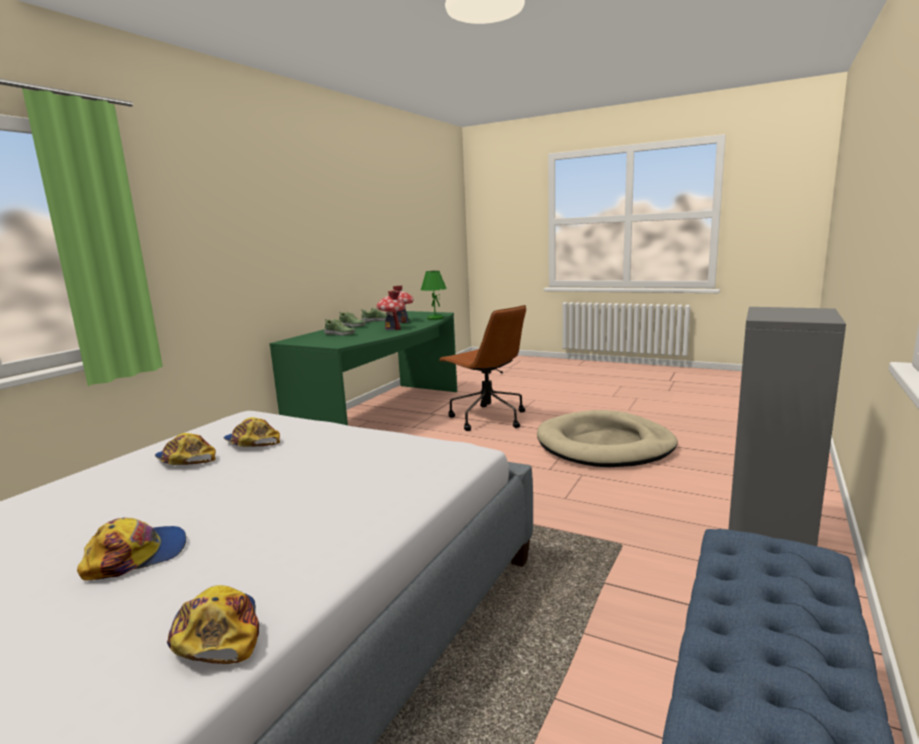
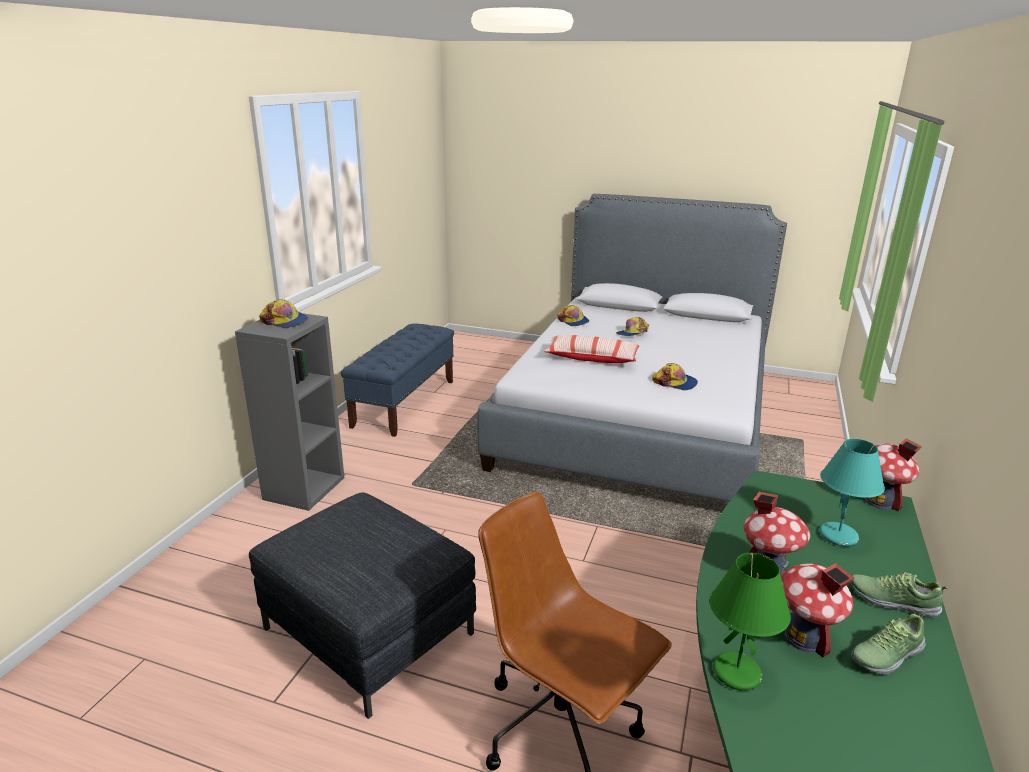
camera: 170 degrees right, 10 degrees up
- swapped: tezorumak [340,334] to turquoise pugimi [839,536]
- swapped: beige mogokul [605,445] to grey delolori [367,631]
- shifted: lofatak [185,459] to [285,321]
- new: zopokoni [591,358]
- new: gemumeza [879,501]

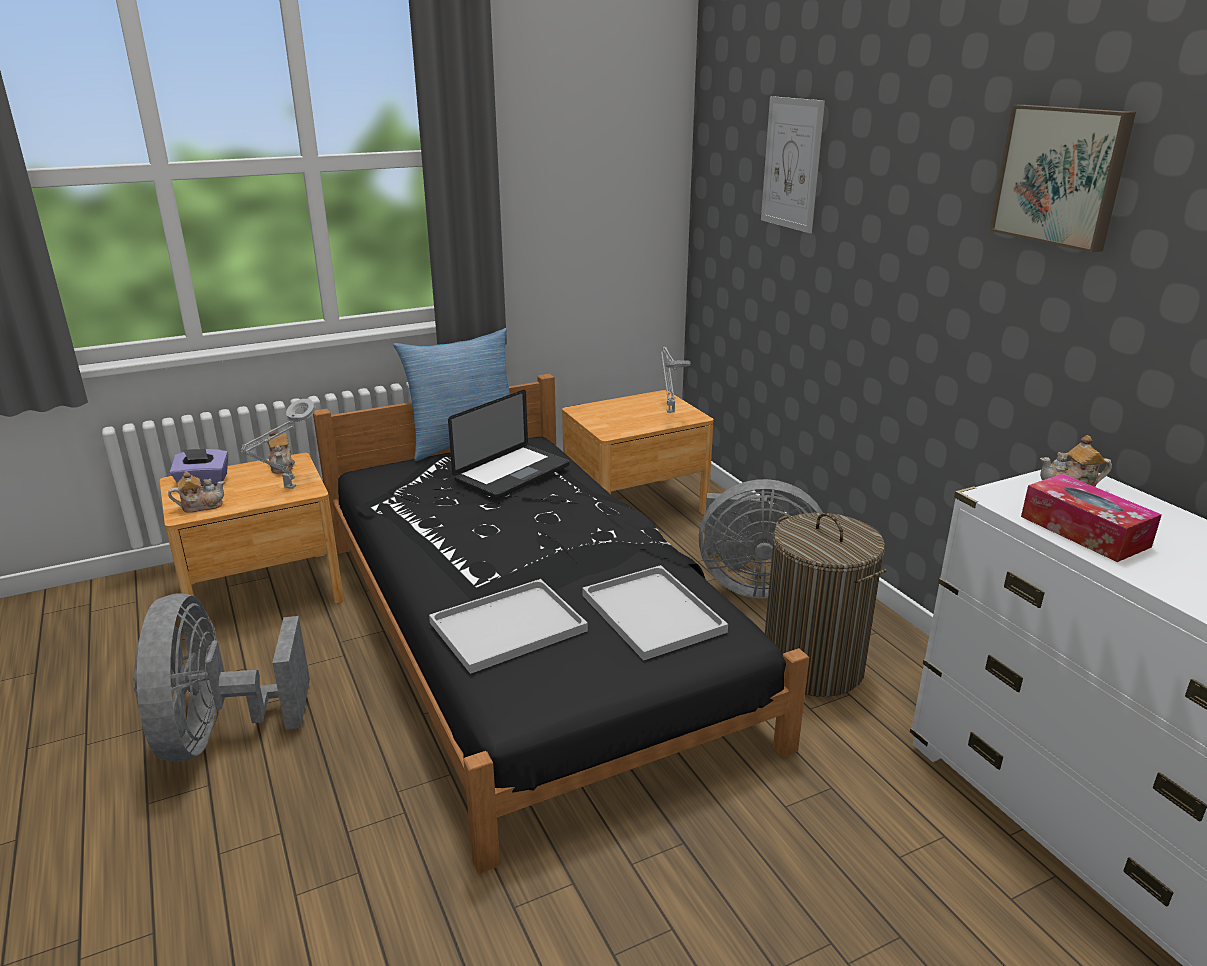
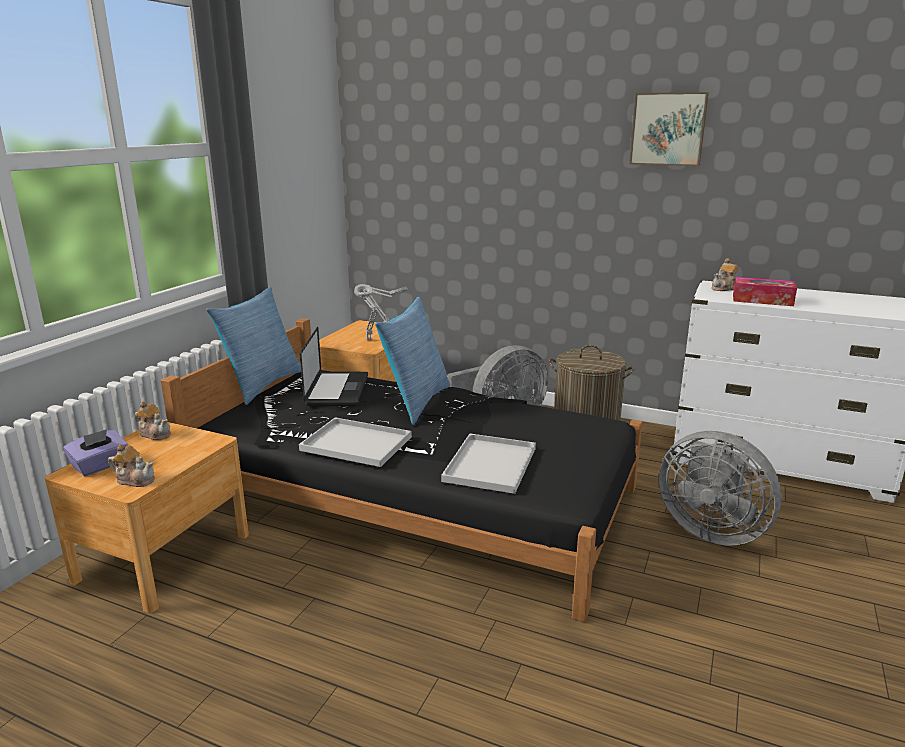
camera: 40 degrees left, 5 degrees down
- gone: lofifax [791,164]
- shifted: grey pugimi [288,489] to [370,340]
- rotated: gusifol [201,506] = [135,480] 75 degrees clockwise
- shifted: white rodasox [655,614] to [358,443]
- shifted: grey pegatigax [219,733] to [710,530]
- new: zopokoni [415,402]

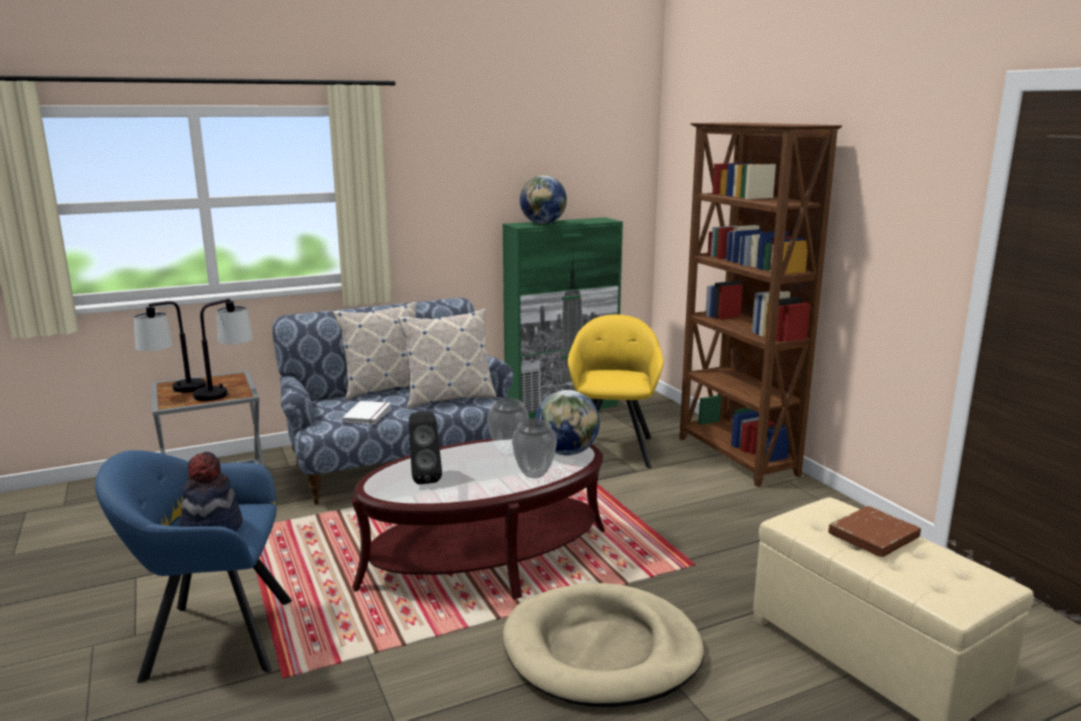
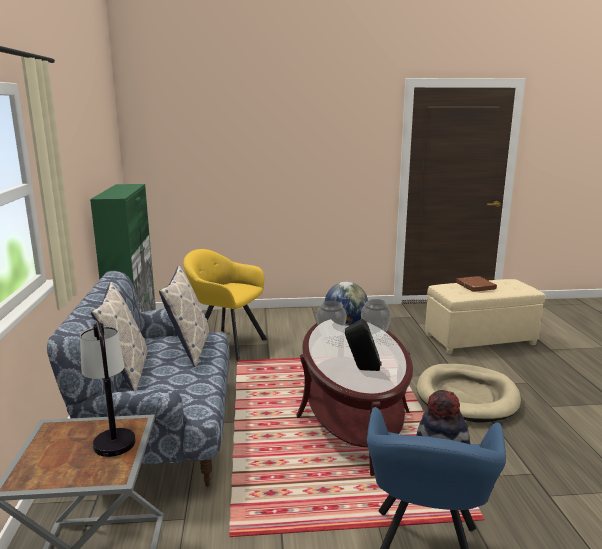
camera: 70 degrees left, 0 degrees up
- gone: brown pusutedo [736,457]
- gone: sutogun [543,223]
- gone: pugimi [176,392]
- gone: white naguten [369,414]

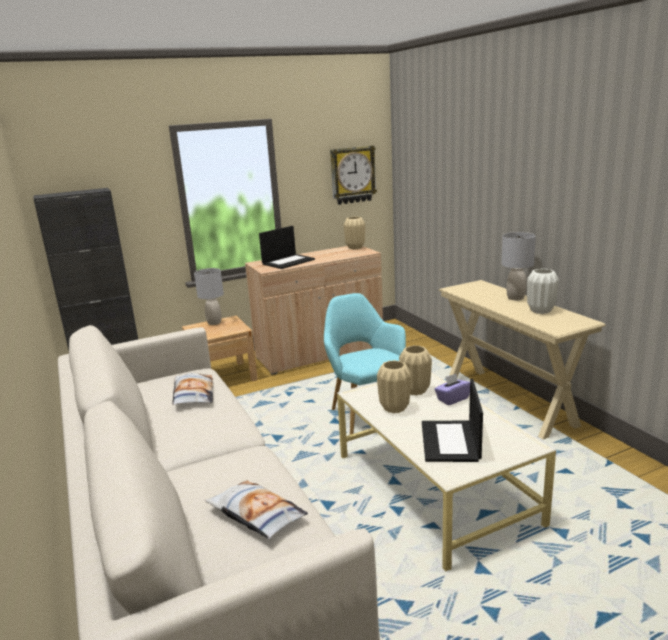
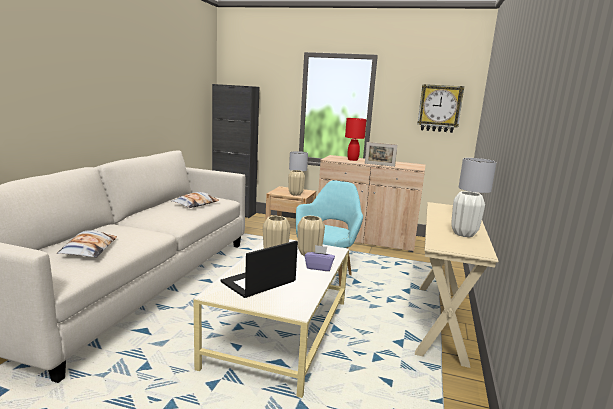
camera: 40 degrees right, 5 degrees down
- shifted: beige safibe [355,247] to [295,194]
- swapped: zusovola [288,261] to red pugimi [353,159]
- new: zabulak [379,165]

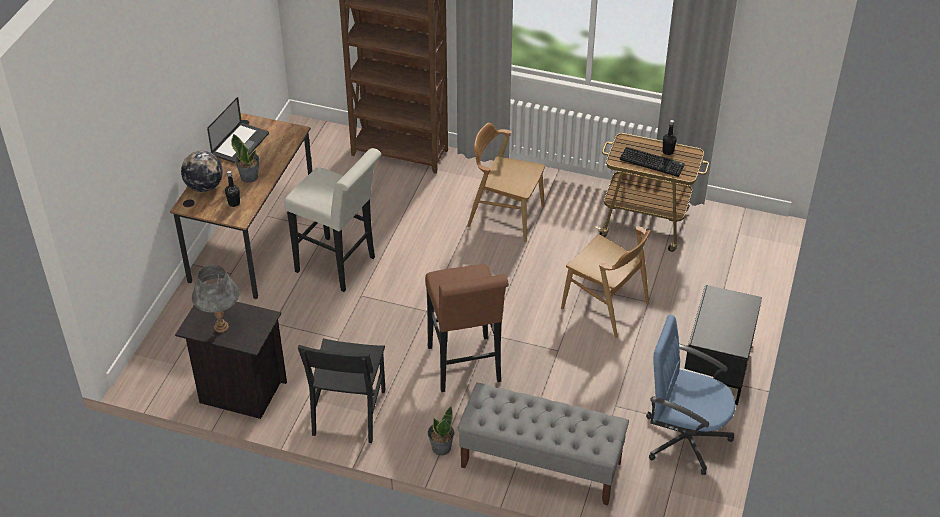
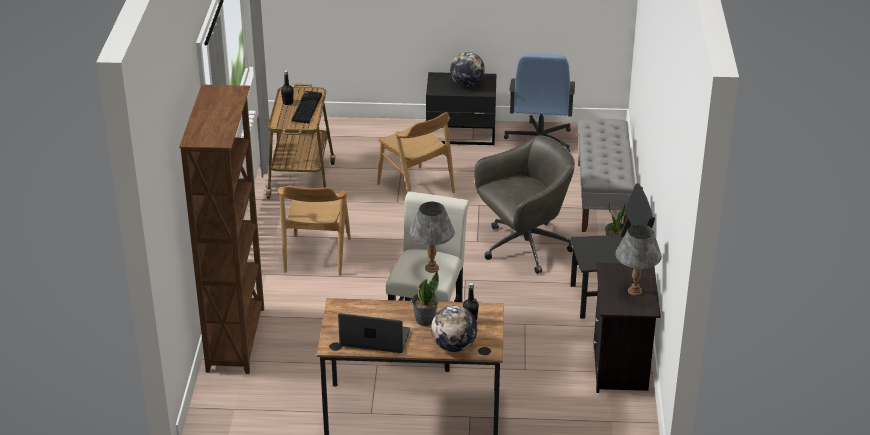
camera: 105 degrees left, 10 degrees down
- rotated: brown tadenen [605,306] = [416,188] 120 degrees clockwise
- swapped: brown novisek [465,368] to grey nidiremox [523,247]
- new: sutogun [467,84]
- new: grey pugimi [431,268]

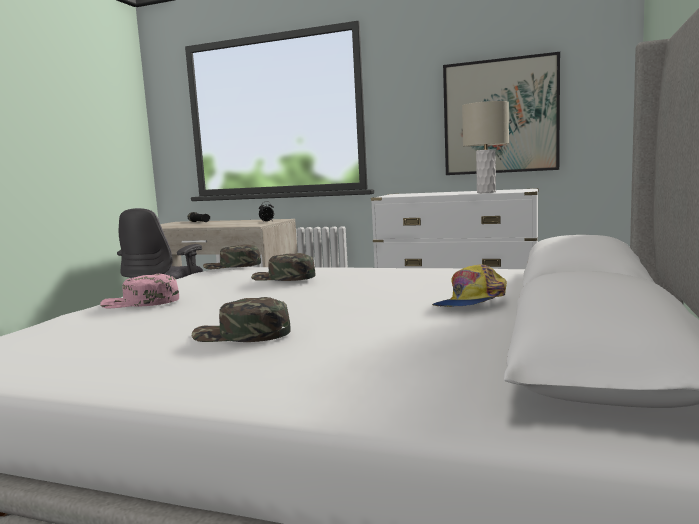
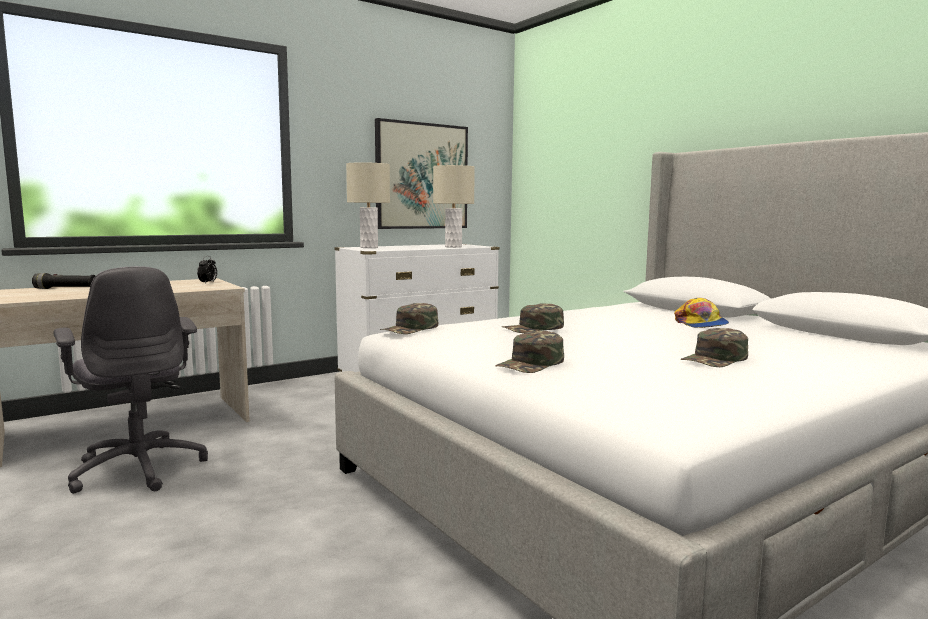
camera: 55 degrees left, 0 degrees up
- repainted: pink lofatak [140,303] to green lofatak [531,364]
- new: beige pugimi [369,247]

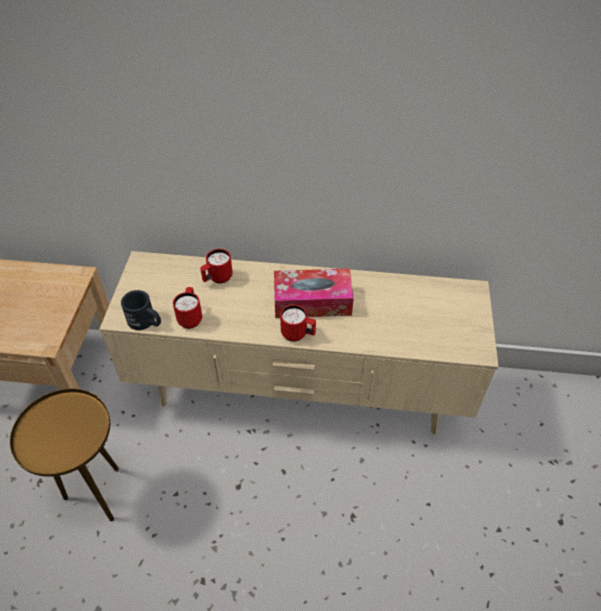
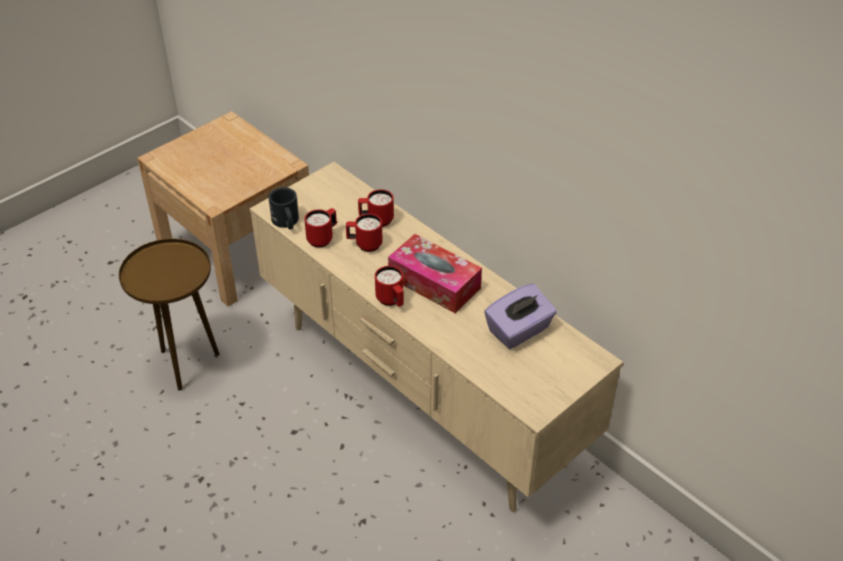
camera: 40 degrees right, 5 degrees down
- new: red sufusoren [364,245]
- new: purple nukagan [519,331]

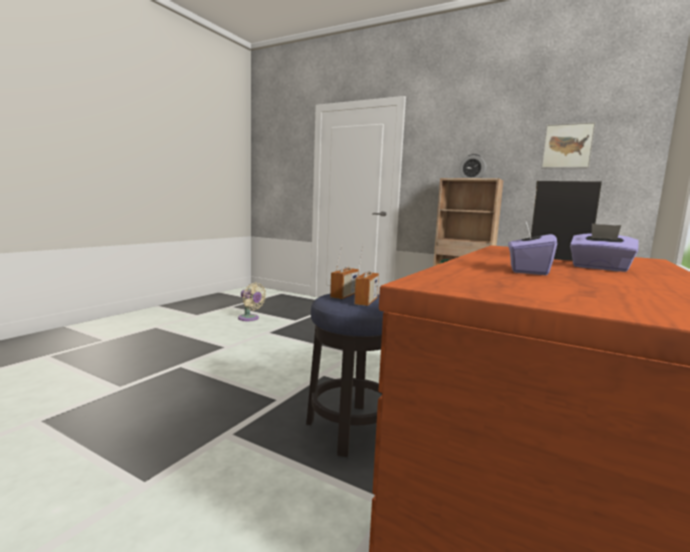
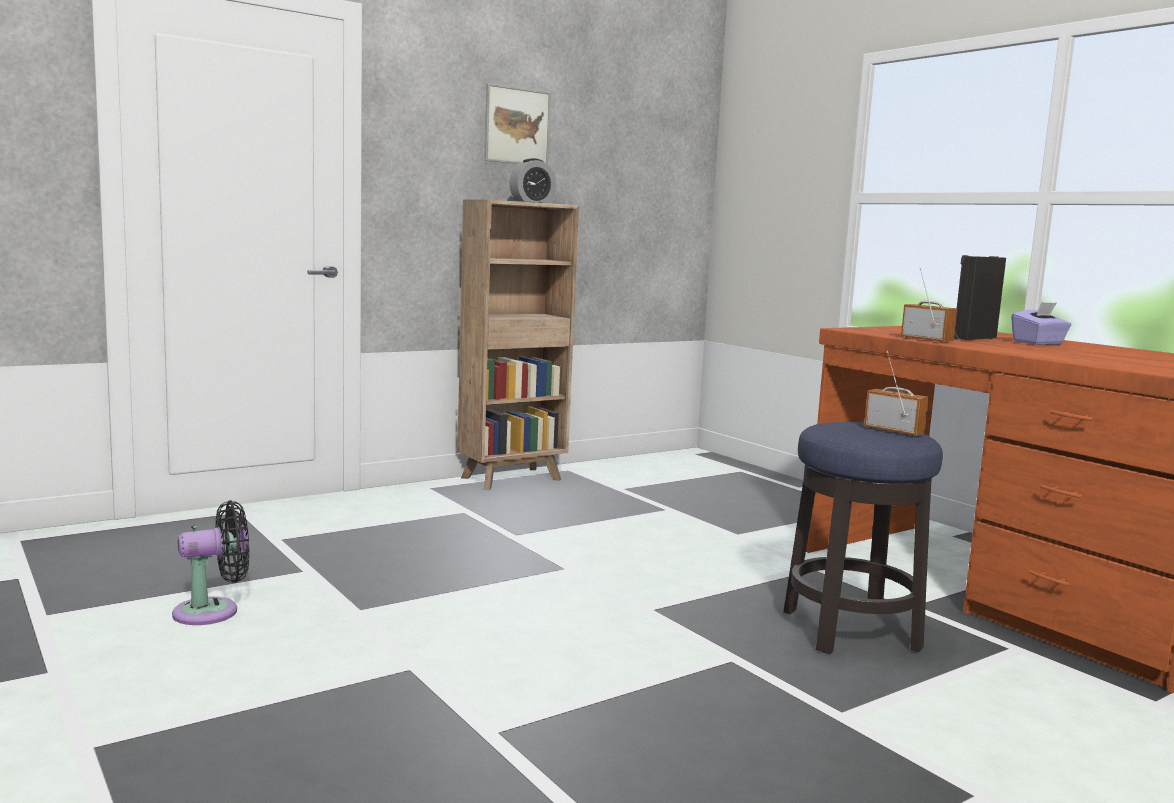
camera: 65 degrees left, 0 degrees up
- shifted: lofifax [567,146] to [517,126]
- gone: purple nukagan [527,271]
- shifted: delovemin [344,296] to [926,340]
- repainted: beige pegatigax [250,318] to black pegatigax [213,611]

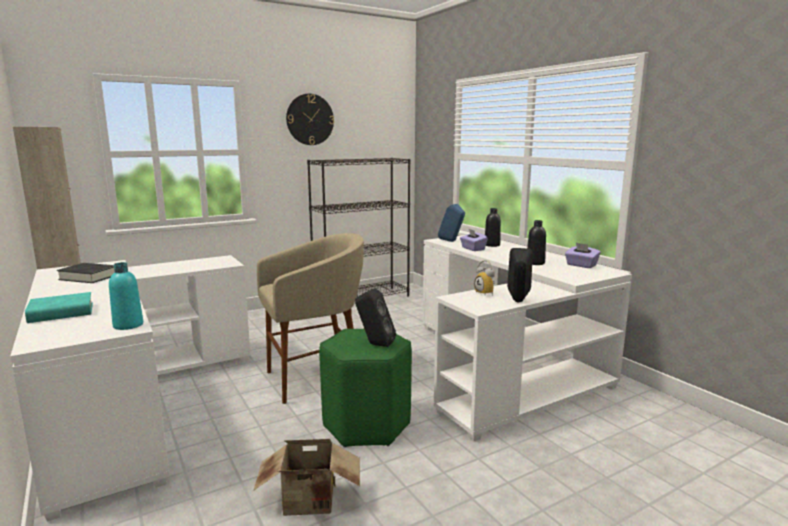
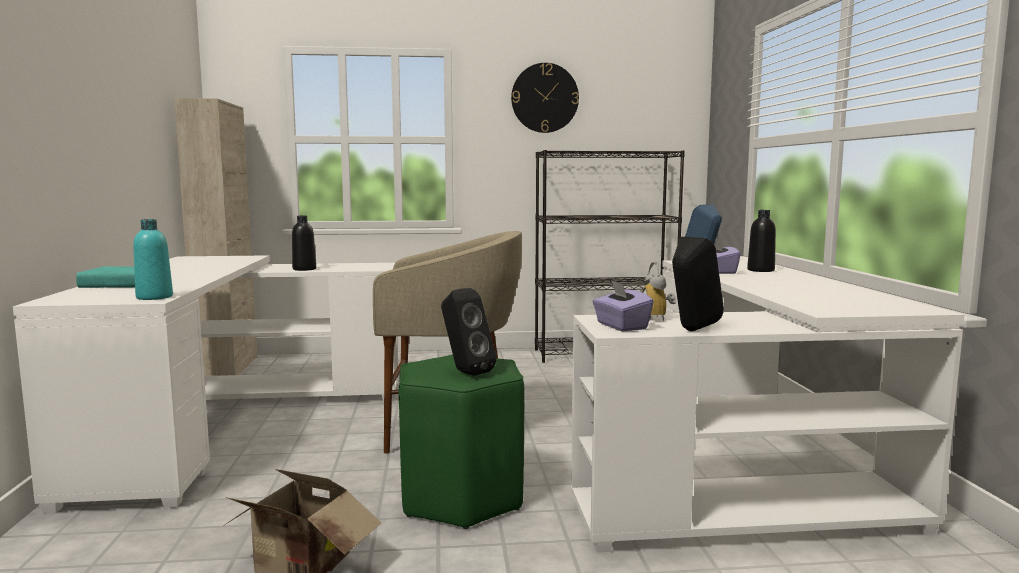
camera: 25 degrees right, 5 degrees down
- shifted: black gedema [535,263] to [304,269]
- shifted: purple nukagan [581,265] to [621,326]
- gone: black naguten [89,277]

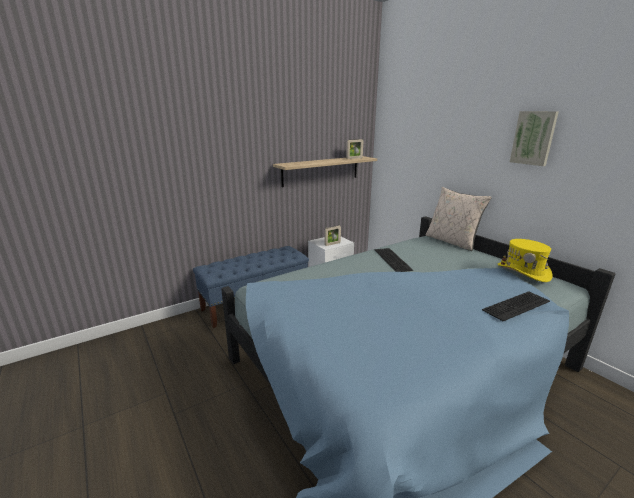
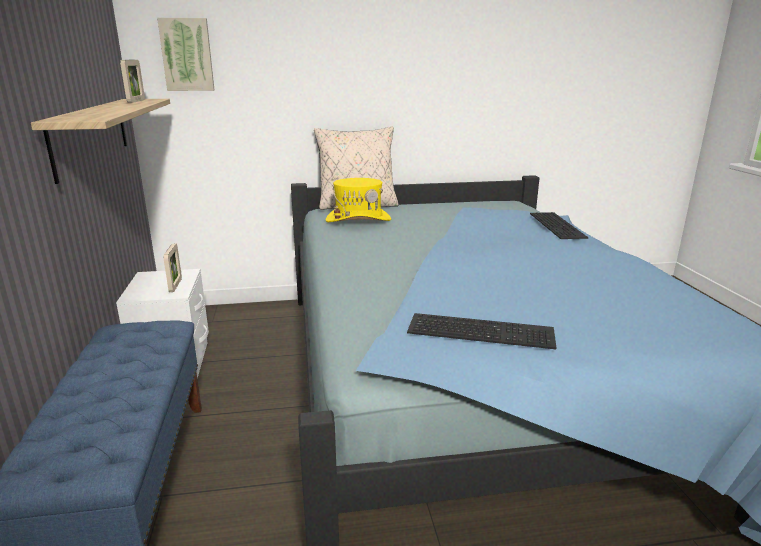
camera: 65 degrees left, 0 degrees up
- shifted: lofifax [533,138] to [187,55]
- shifted: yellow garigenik [523,272] to [358,220]
- shifted: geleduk [393,259] to [482,329]

